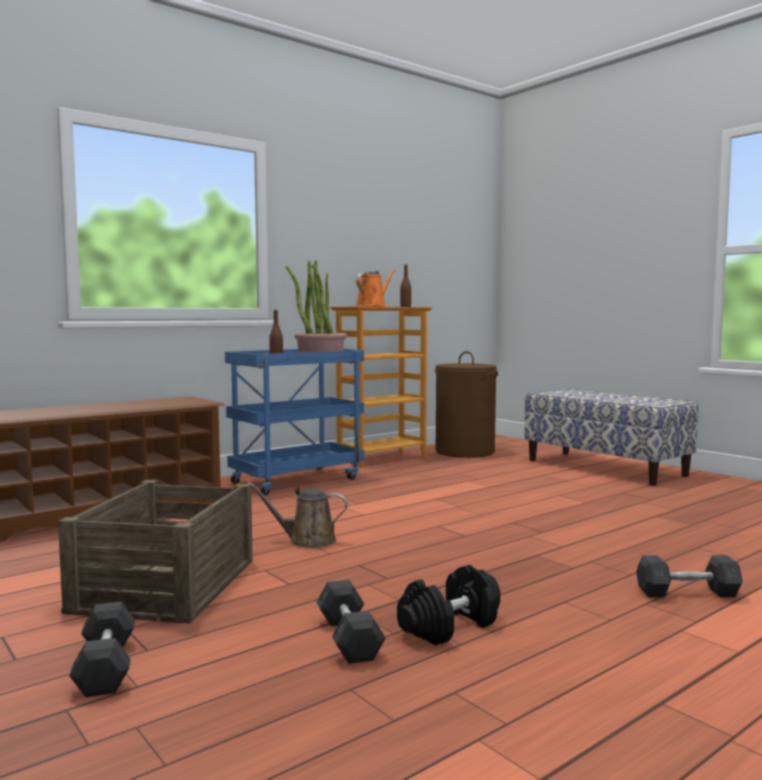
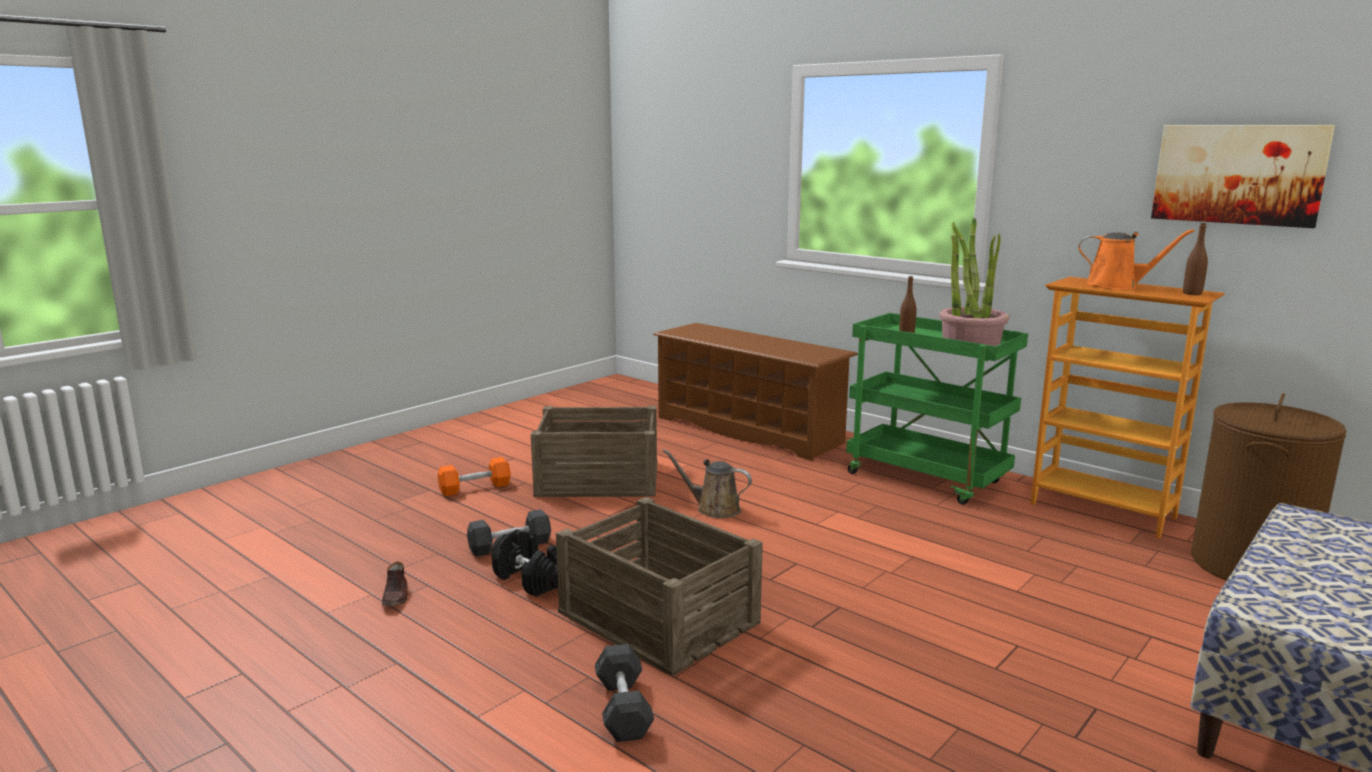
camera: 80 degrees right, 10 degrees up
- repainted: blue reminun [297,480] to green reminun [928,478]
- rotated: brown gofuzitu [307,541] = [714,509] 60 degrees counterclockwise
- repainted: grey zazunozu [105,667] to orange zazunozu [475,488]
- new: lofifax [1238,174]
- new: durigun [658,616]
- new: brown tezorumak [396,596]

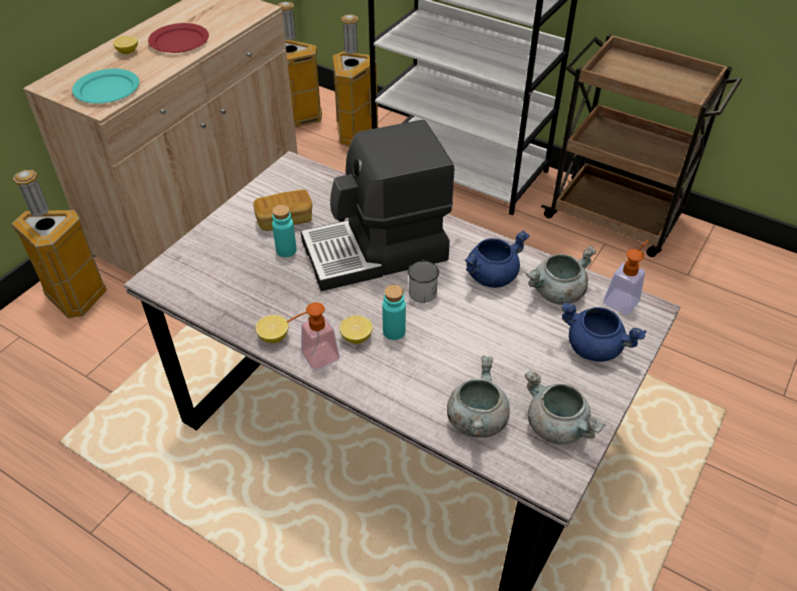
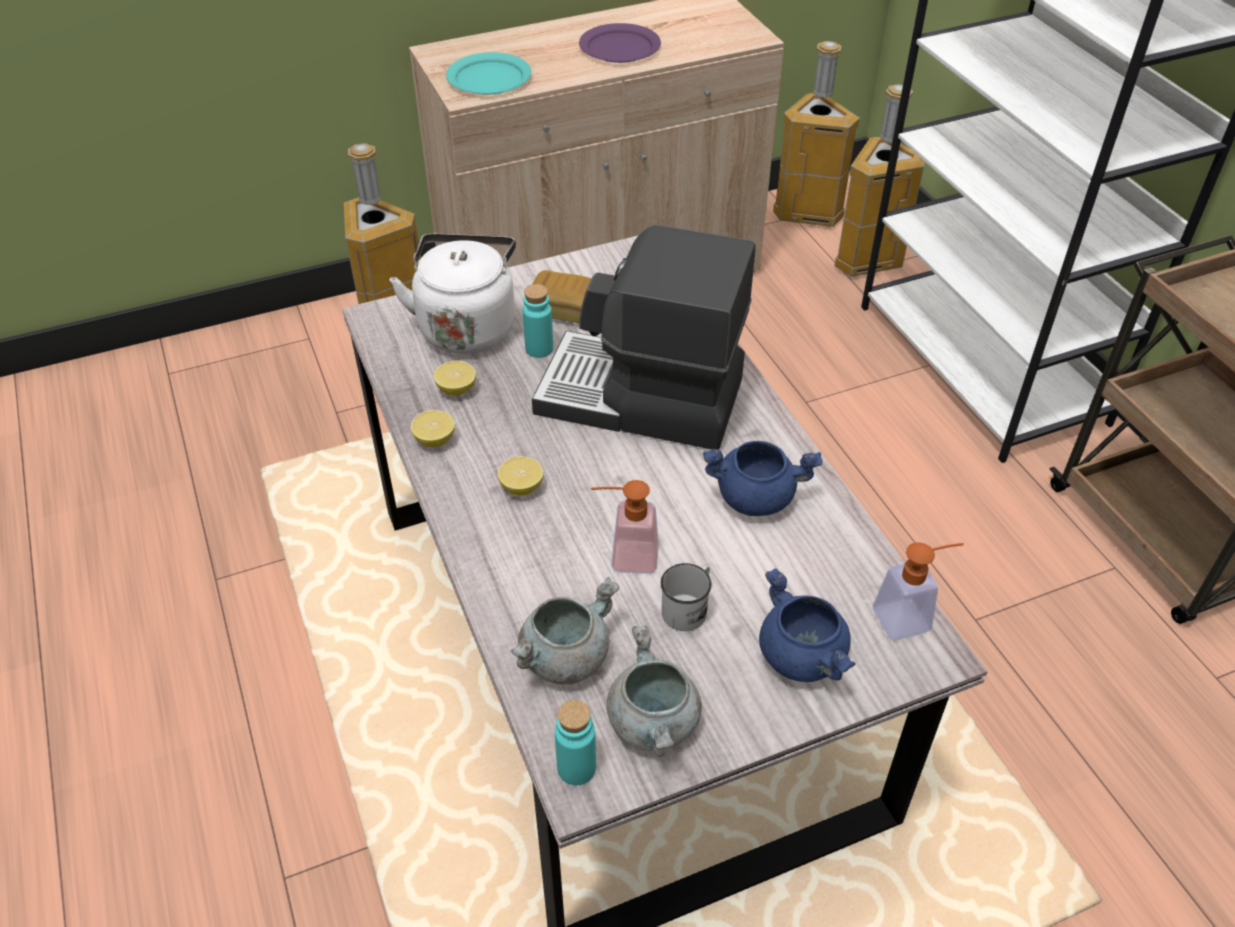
camera: 35 degrees right, 0 degrees up
- repainted: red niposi [179,41] to purple niposi [619,47]
- shifted: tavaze [127,52] to [456,389]
- gone: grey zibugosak [557,293]
- shifted: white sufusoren [422,289] to [688,608]
- shifted: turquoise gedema [394,331] to [576,768]
- shifted: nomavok [314,359] to [624,557]
- new: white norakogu [467,325]

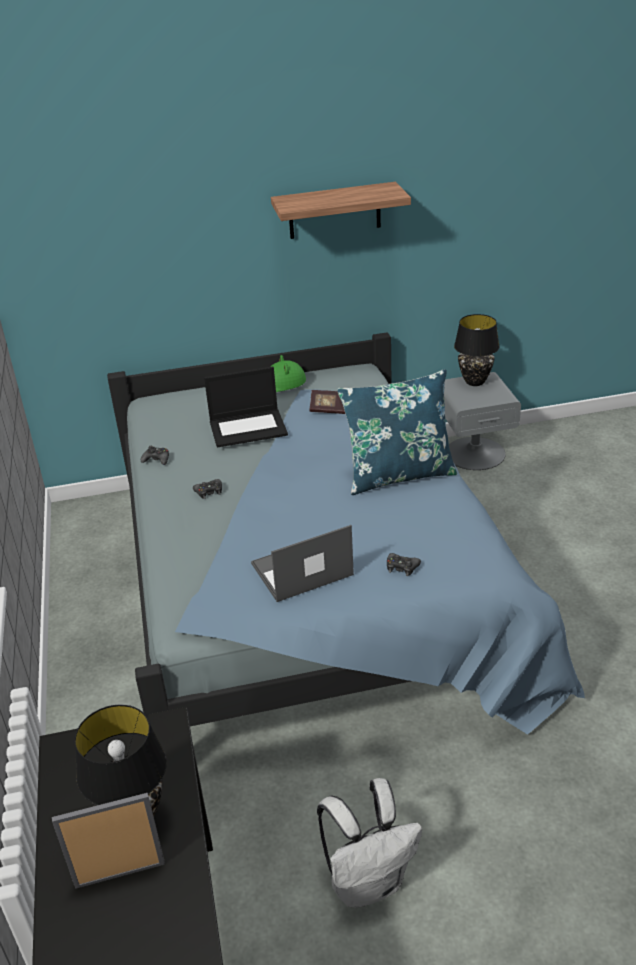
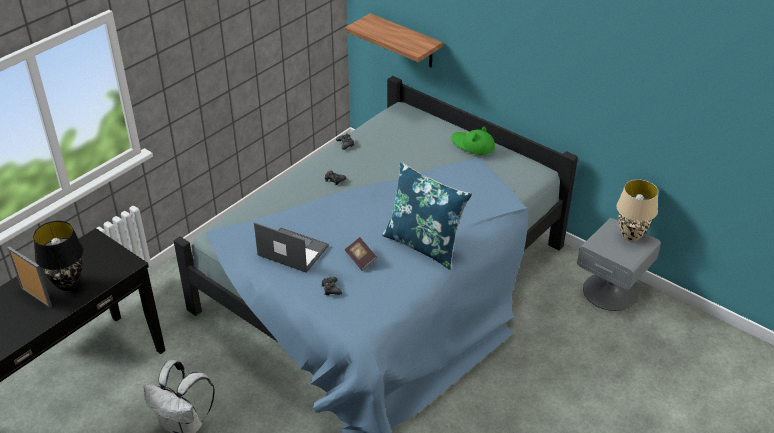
camera: 50 degrees right, 5 degrees up
- shifted: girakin [334,211] to [405,41]
- repainted: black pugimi [474,381] to beige pugimi [631,236]
- gone: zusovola [248,427]
- shifted: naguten [328,409] to [361,259]

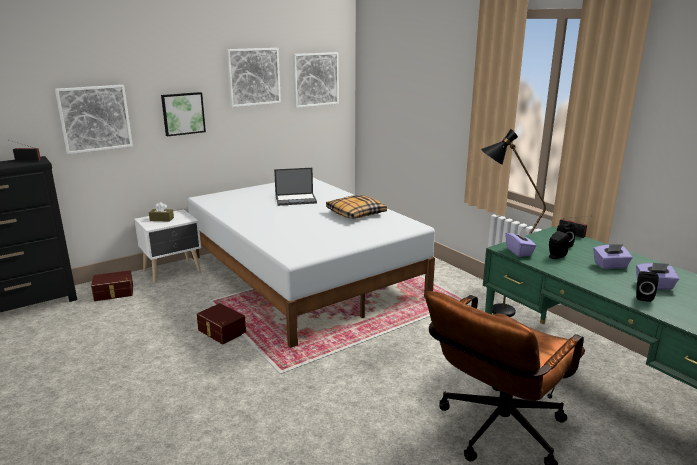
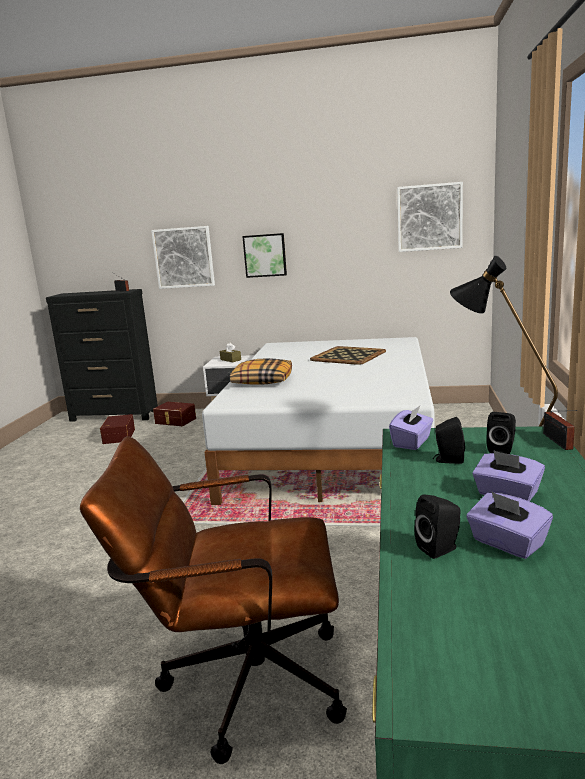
camera: 45 degrees right, 5 degrees down
- gone: lofifax [253,77]
- swapped: zusovola [296,199] to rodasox [349,356]
- shifted: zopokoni [355,214] to [262,380]
- shifted: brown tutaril [221,331] to [118,436]

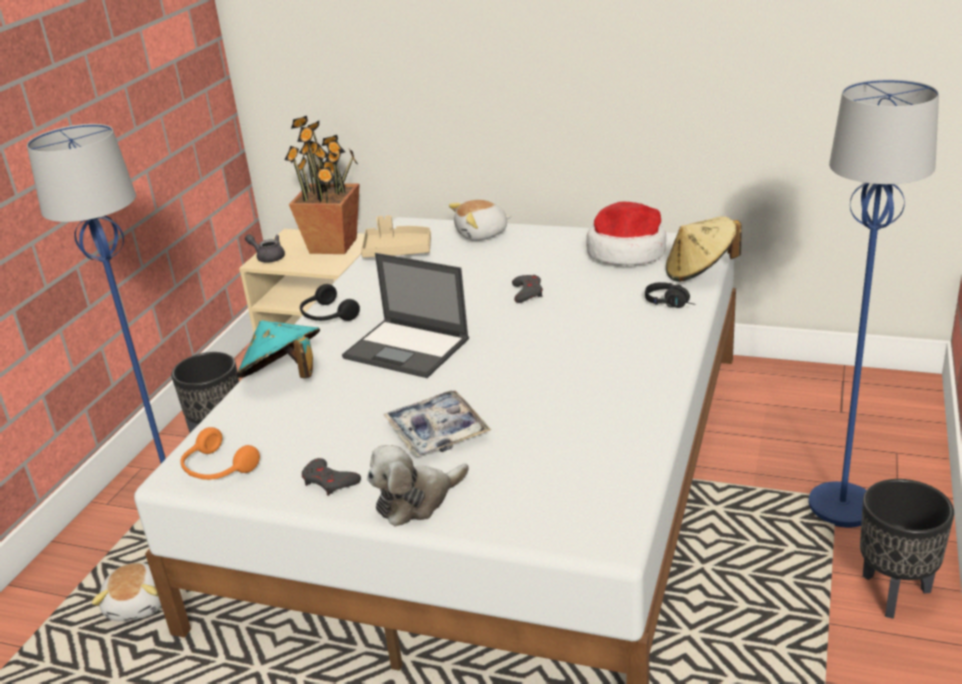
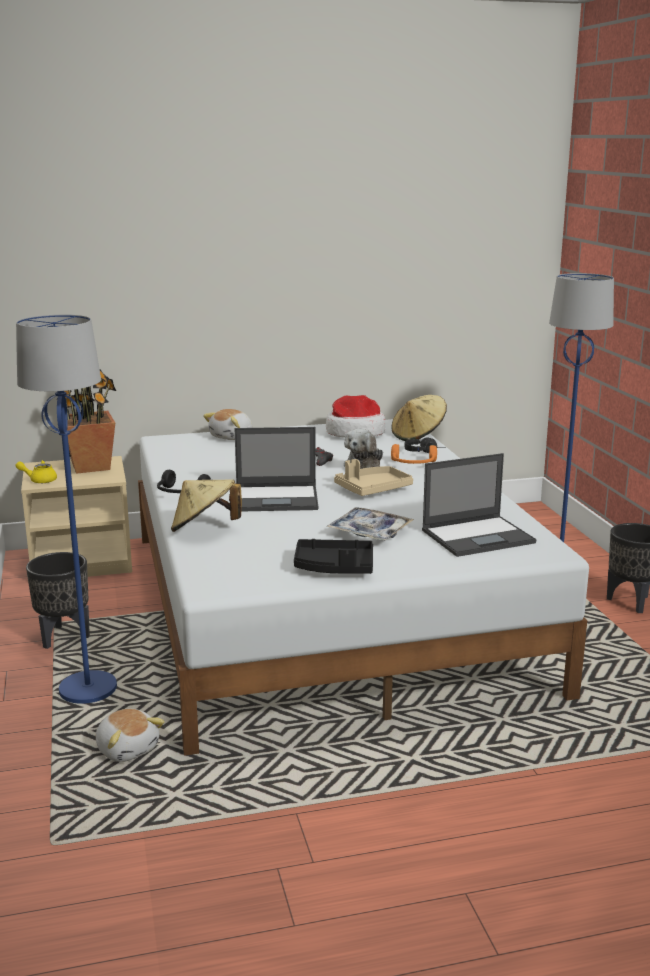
camera: 35 degrees left, 10 degrees down
- shifted: beige rodasox [397,250] to [372,489]
- repainted: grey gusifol [268,257] to yellow gusifol [39,480]
- repainted: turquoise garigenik [284,378] to beige garigenik [204,528]
- shifted: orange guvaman [217,469] to [413,464]
- shifted: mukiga [416,500] to [364,467]
- swapped: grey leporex [329,481] to black rodasox [334,568]
- new: zusovola [479,536]

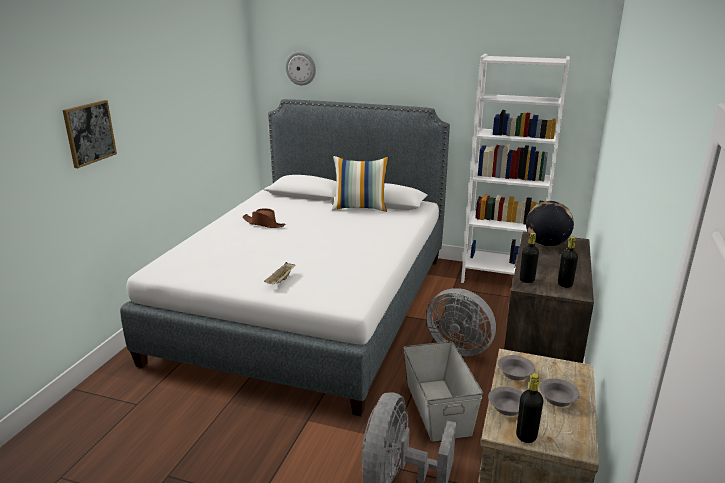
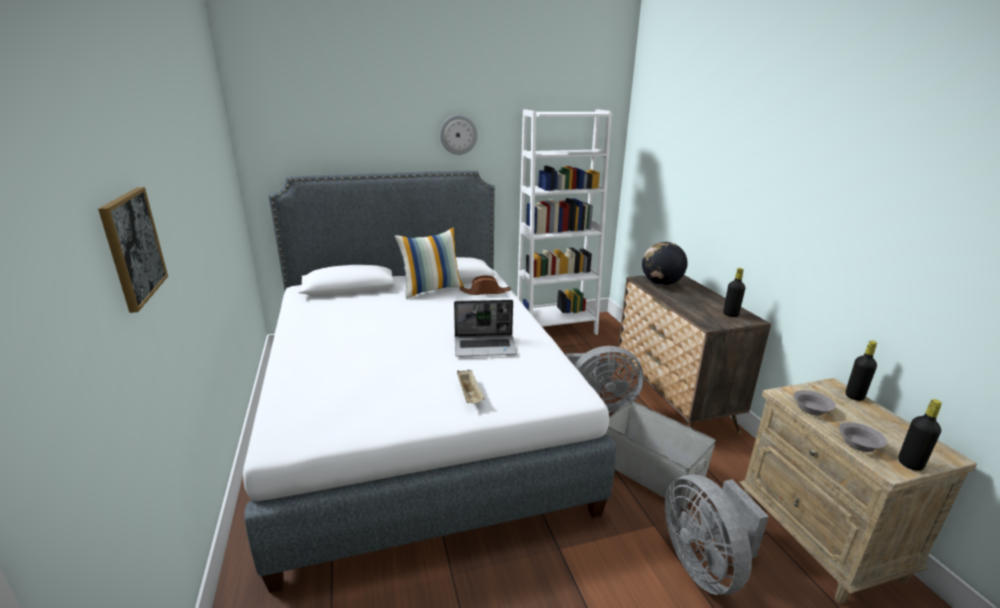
camera: 35 degrees left, 0 degrees up
- shifted: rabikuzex [301,68] to [458,134]
- shifted: brown garigenik [264,224] to [485,292]
- shifted: black gedema [527,280] to [854,396]
- gone: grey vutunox [556,399]
- new: zusovola [485,347]

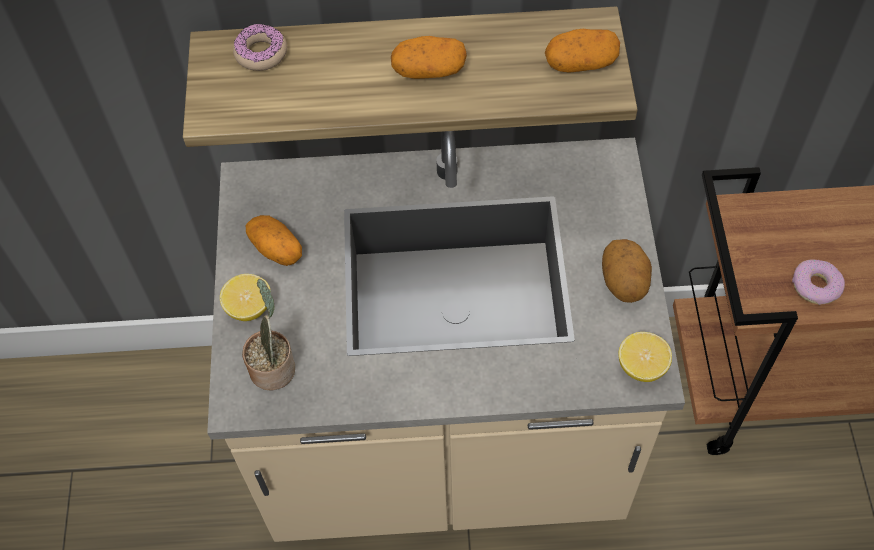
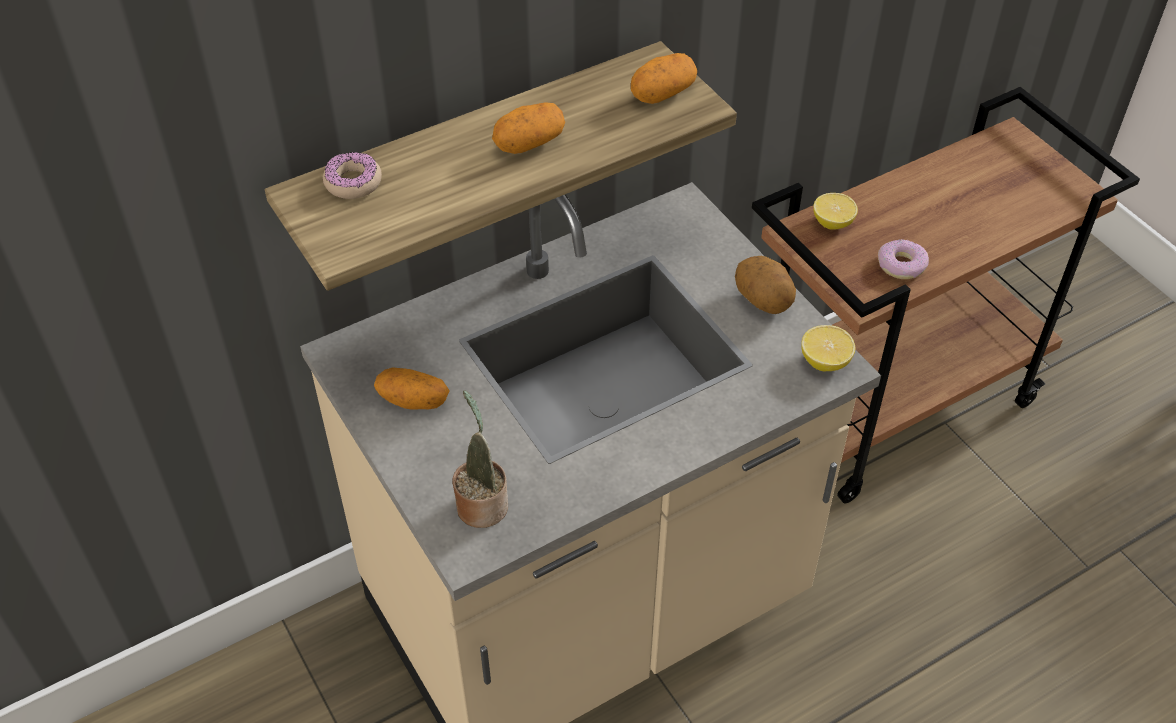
camera: 30 degrees left, 10 degrees down
- shifted: tavaze [249,307] to [832,222]

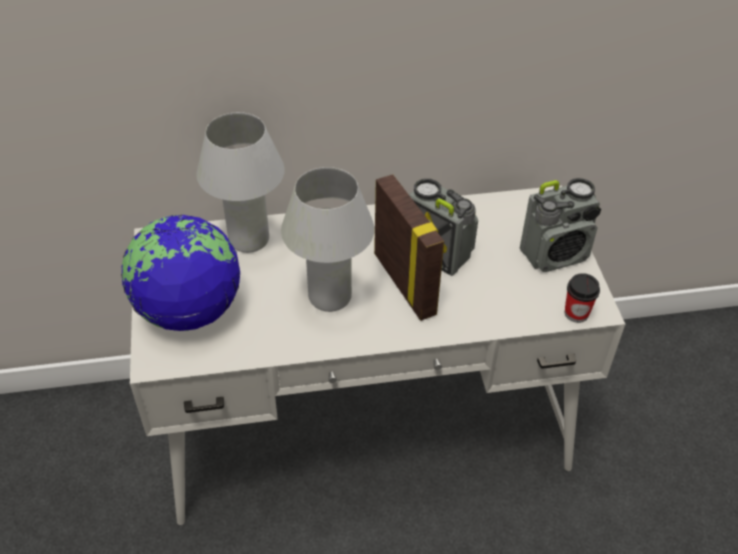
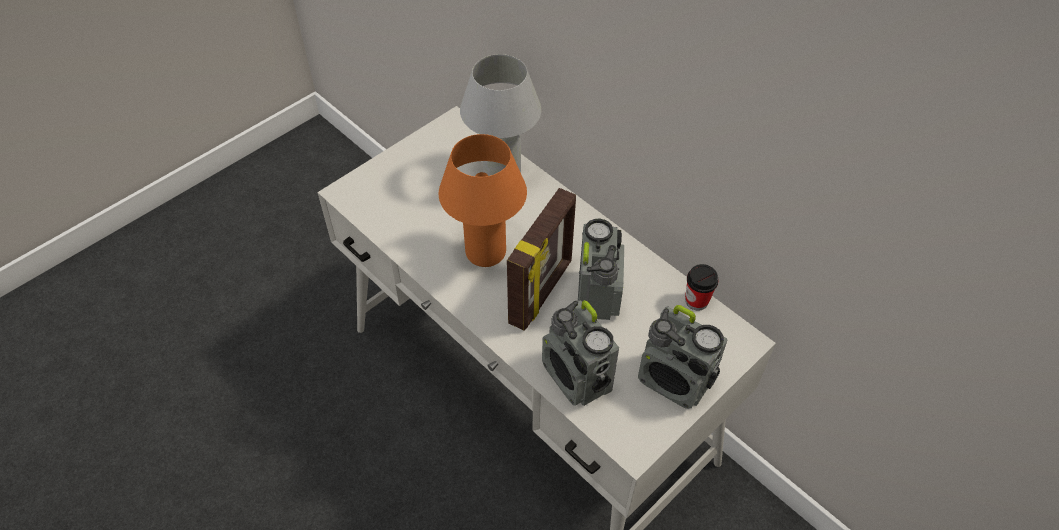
camera: 55 degrees right, 5 degrees up
- repainted: white pugimi [330,297] to orange pugimi [486,252]
- gone: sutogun [189,310]
- shifted: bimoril [576,313] to [696,300]
- new: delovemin [577,378]

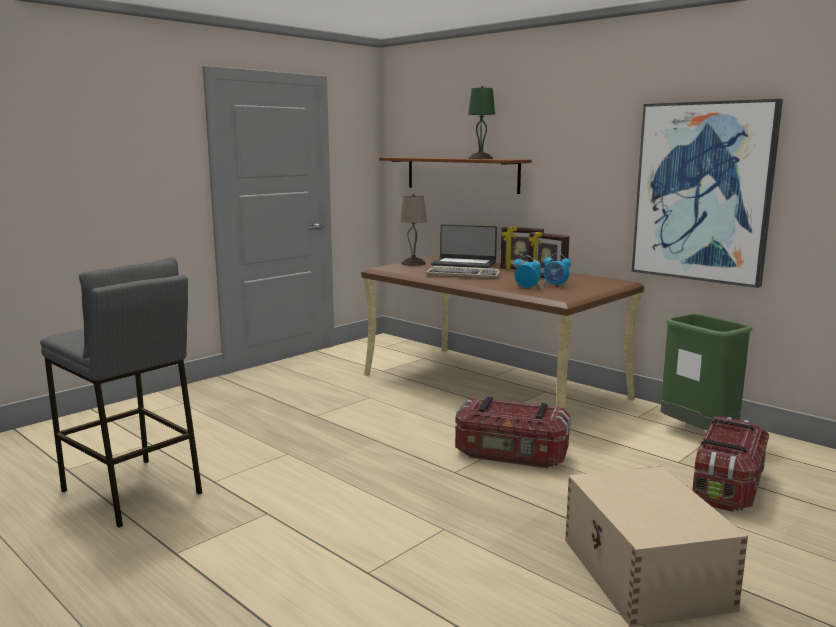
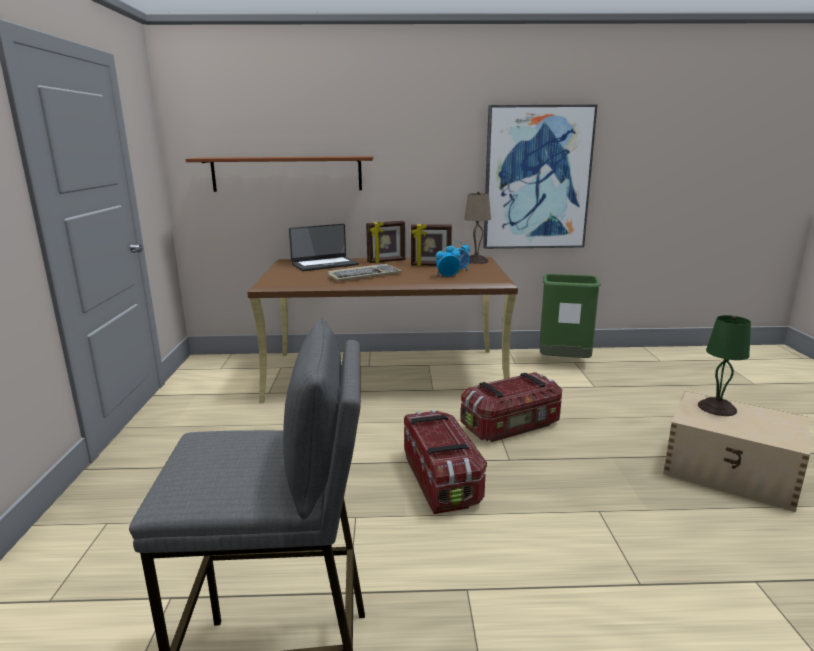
camera: 45 degrees left, 5 degrees up
- shifted: green pugimi [481,158] to [716,407]
- shifted: beige pugimi [414,263] to [476,261]
- shifted: tutaril [727,486] to [441,479]

